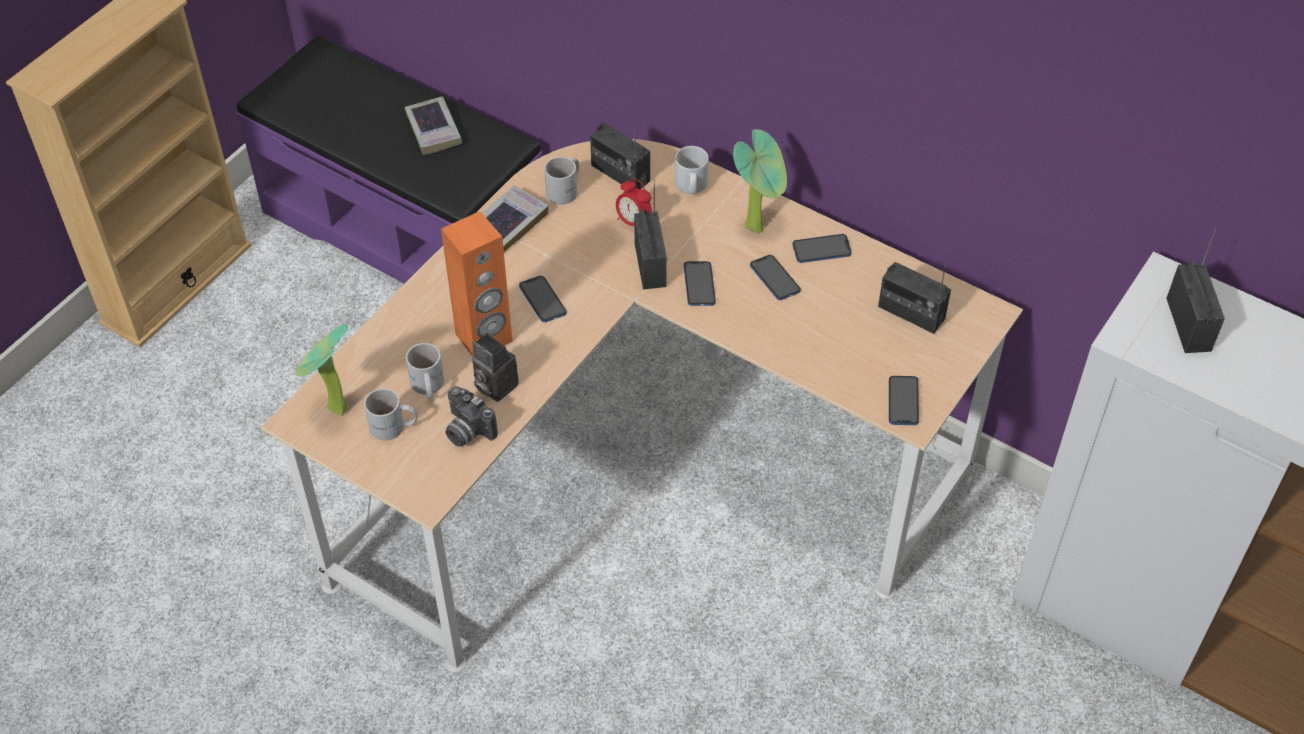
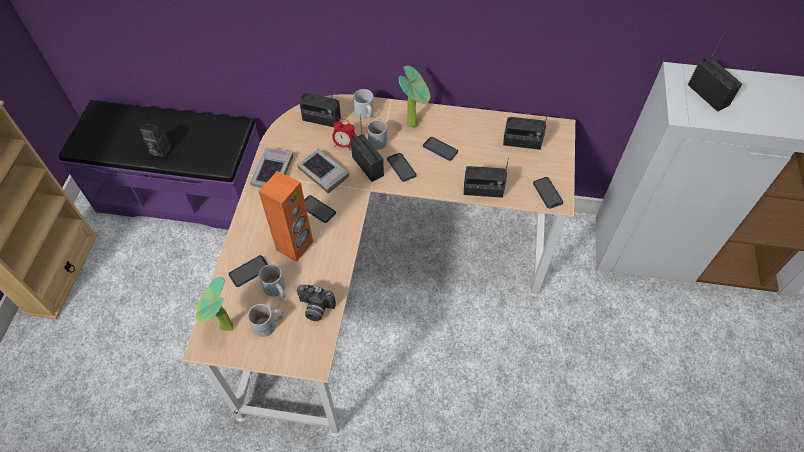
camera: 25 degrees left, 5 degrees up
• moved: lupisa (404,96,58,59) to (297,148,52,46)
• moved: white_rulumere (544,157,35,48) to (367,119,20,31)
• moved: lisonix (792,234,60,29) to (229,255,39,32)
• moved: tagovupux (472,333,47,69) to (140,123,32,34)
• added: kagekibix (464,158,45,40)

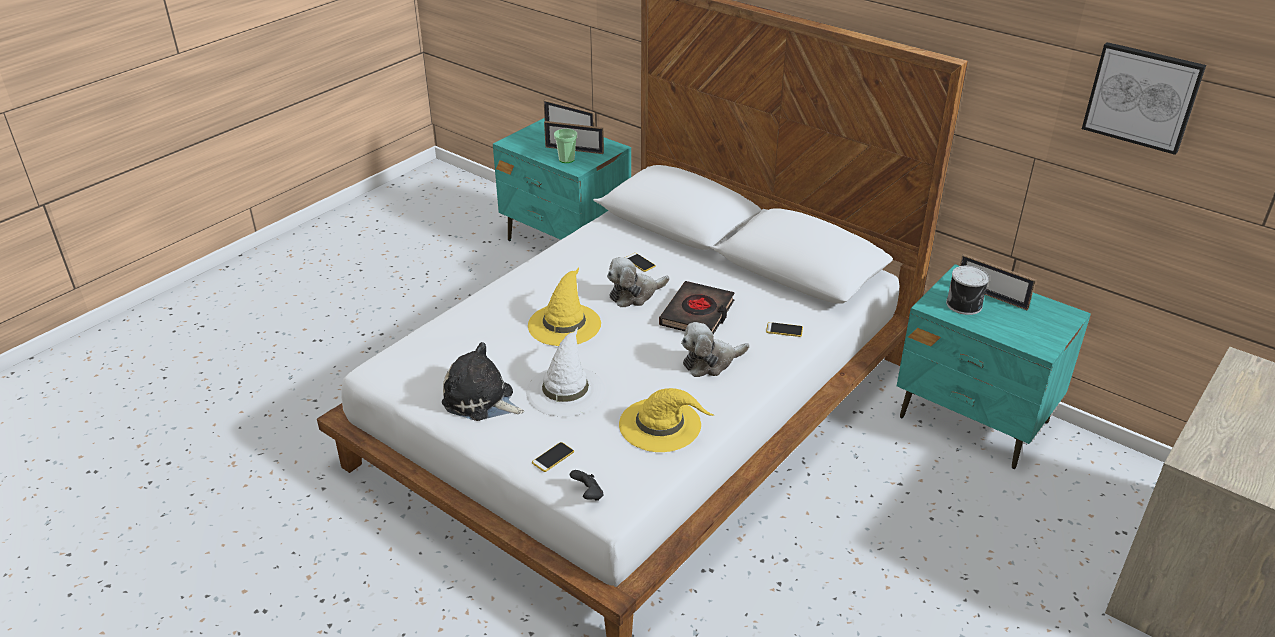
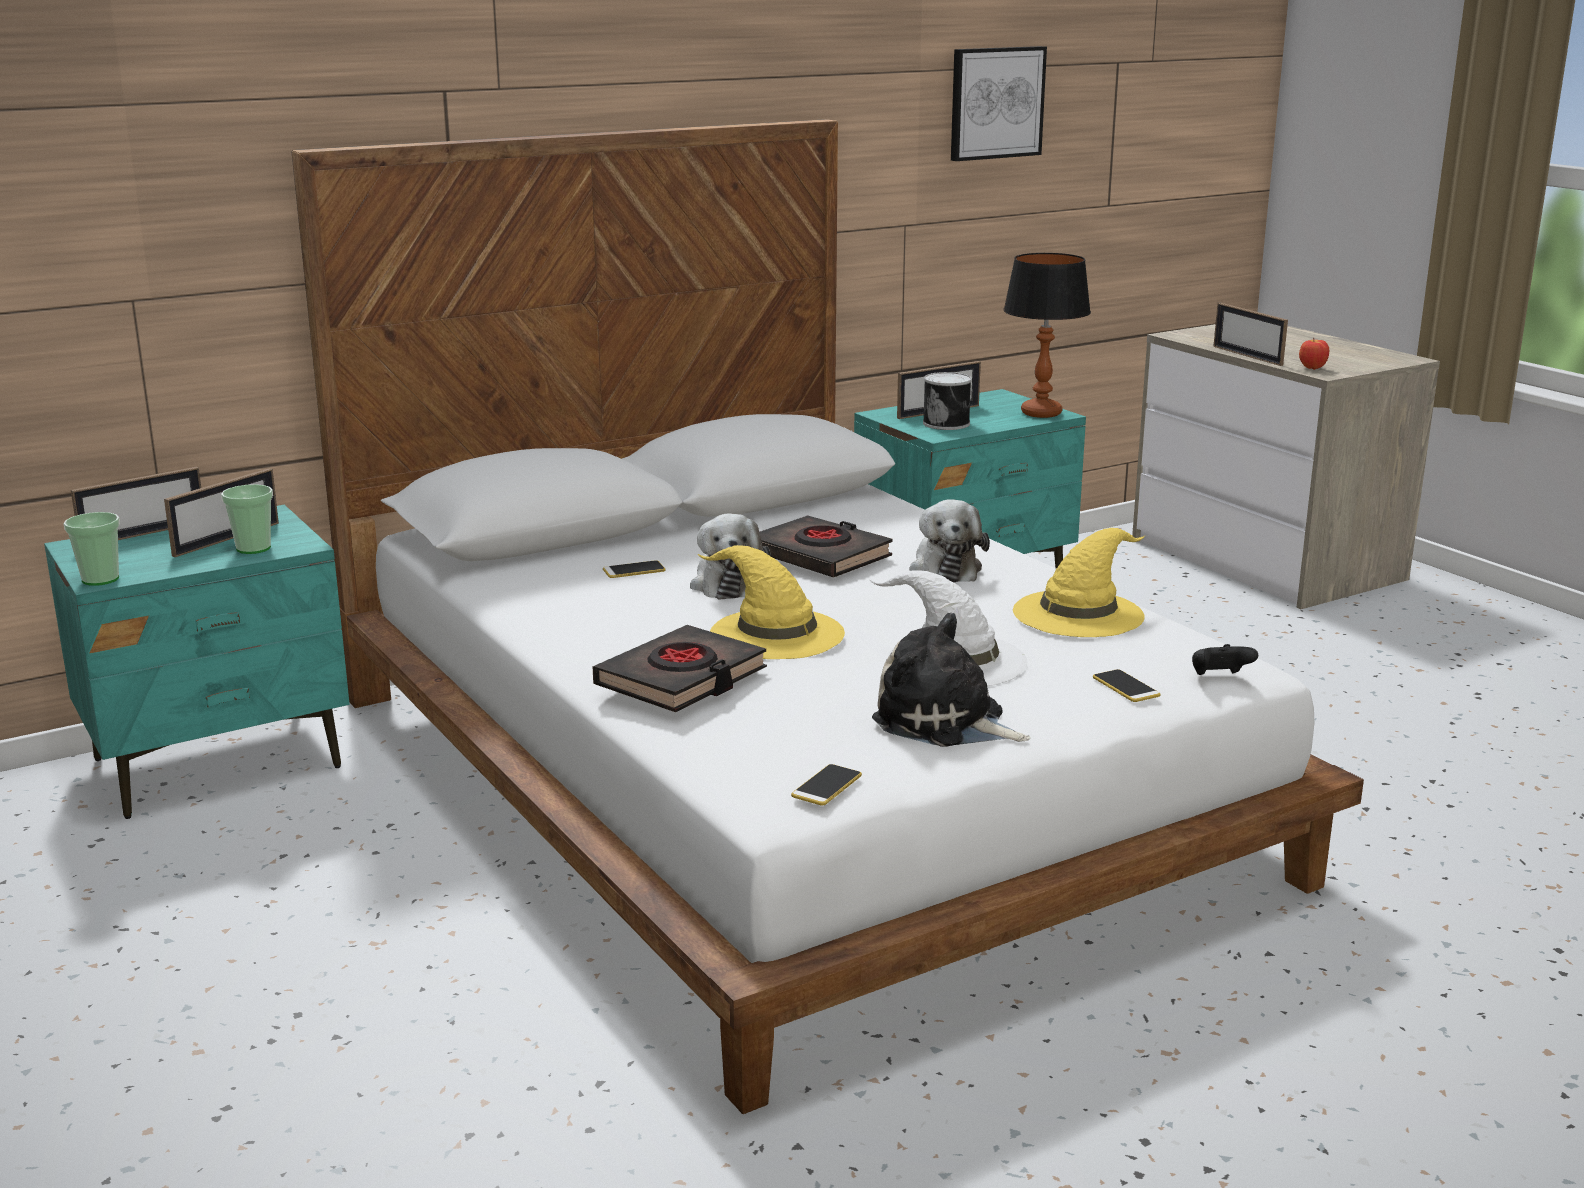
camera: 70 degrees left, 15 degrees down
• moved: lisonix (766,322,37,15) to (791,764,71,41)
• turned: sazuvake (442,342,82,79) = (872,613,159,134) 75 degrees clockwise
• added: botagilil (1003,253,88,165)
• added: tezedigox (1213,303,75,63)
• added: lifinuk (1299,337,30,33)
• added: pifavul (64,512,56,74)
• added: black_lupisa (593,625,174,87)

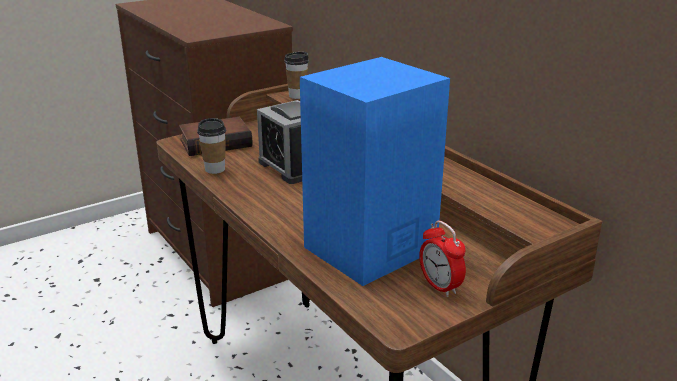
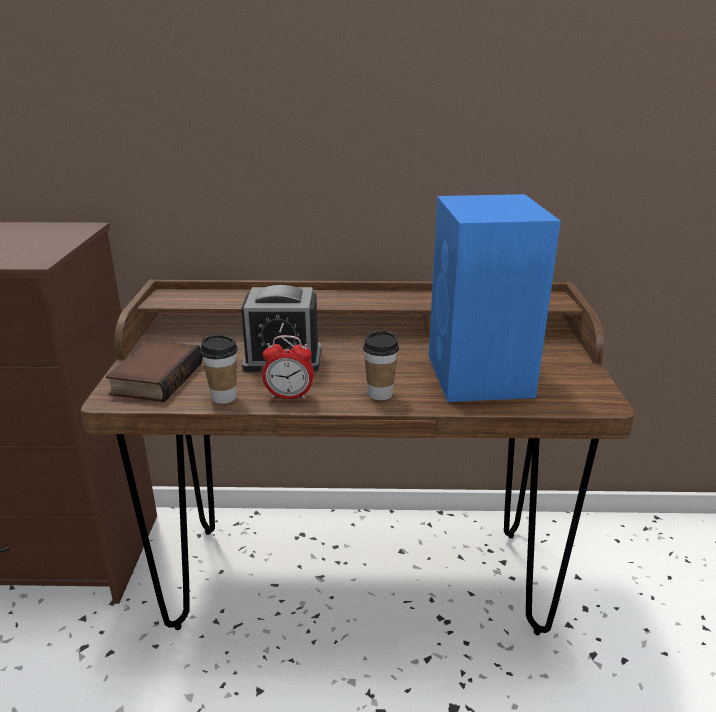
camera: 55 degrees left, 0 degrees up
• moved: pifavul (284,52,25,47) to (363,331,36,69)
• moved: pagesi (419,221,47,76) to (262,335,52,64)

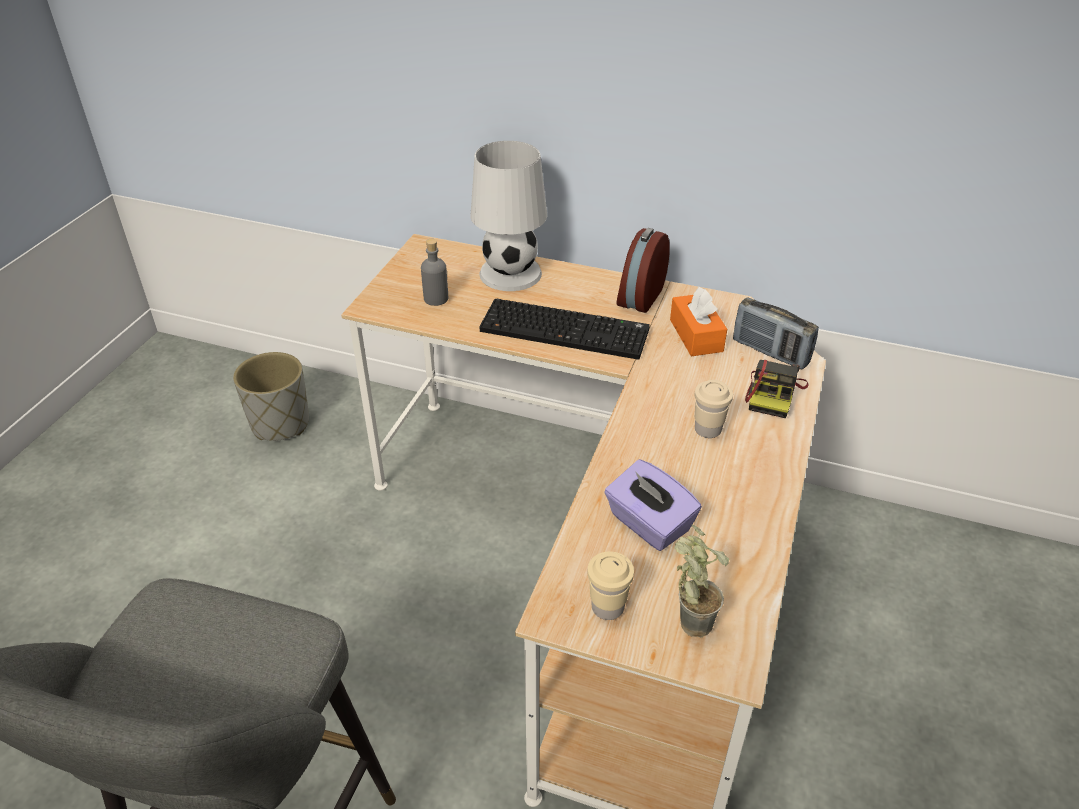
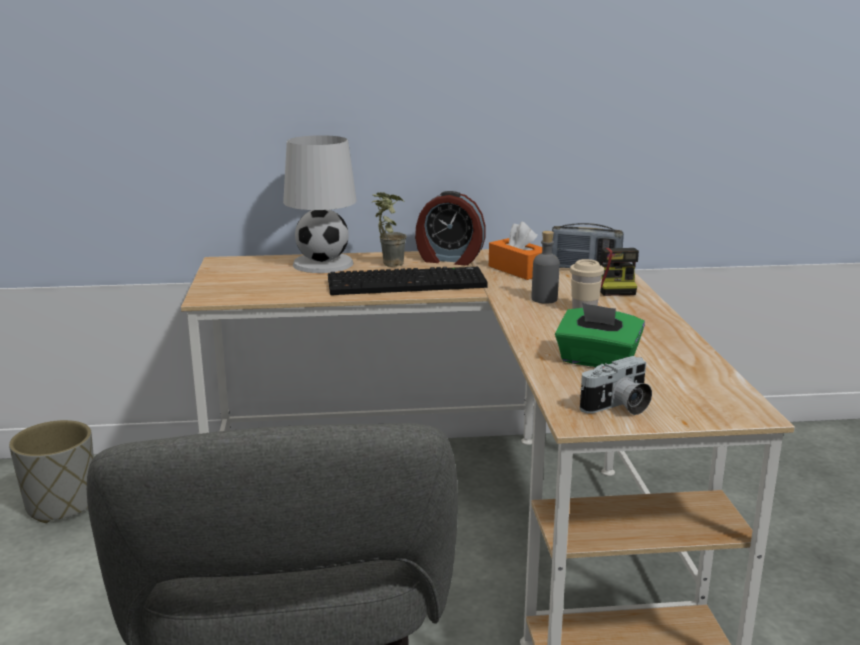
camera: 25 degrees left, 20 degrees down
• turned: pagesi (617,228,53,85) = (415,191,71,74) 75 degrees counterclockwise
• moved: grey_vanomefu (421,239,27,67) to (532,231,28,73)
• recoloured: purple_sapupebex (604,459,98,92) to green_sapupebex (555,303,90,64)
• moved: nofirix (674,525,55,113) to (371,192,36,75)
• replaced: beige_pifavul (587,551,47,69) to tagovupux (580,356,72,59)

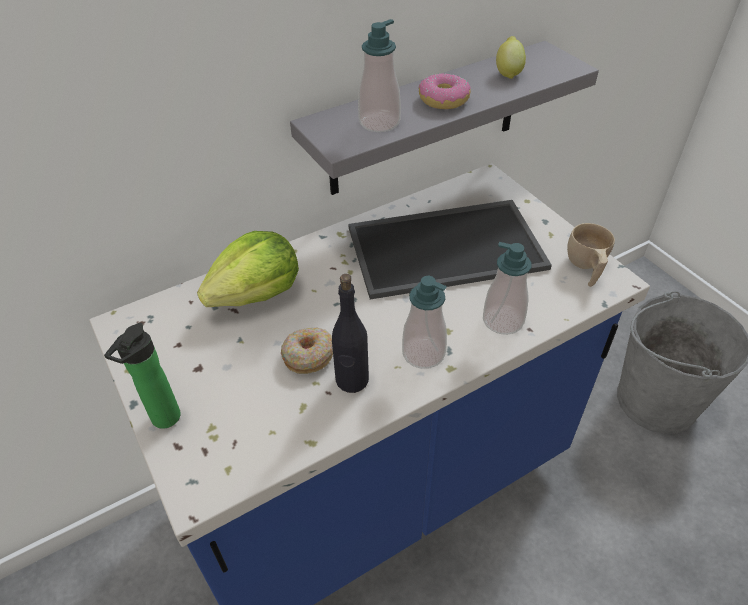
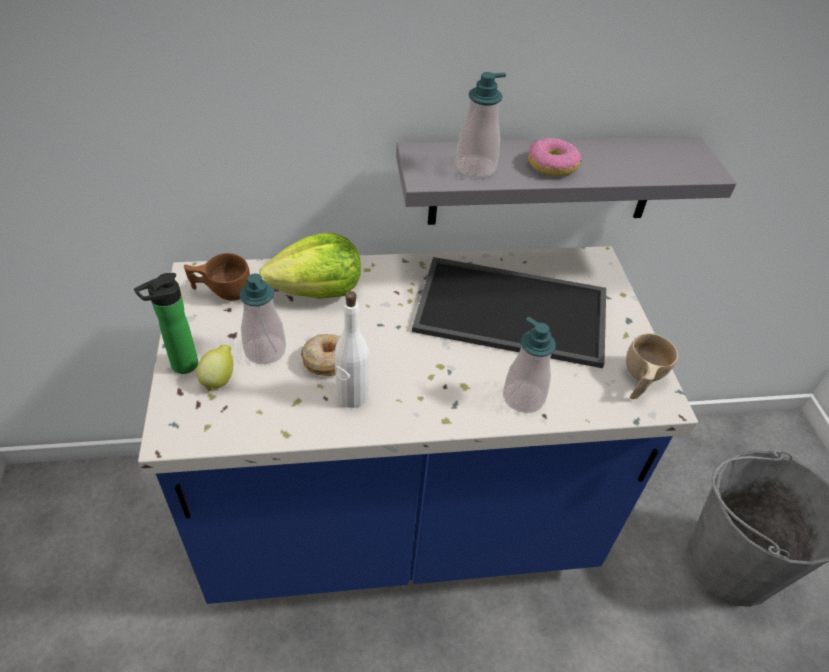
camera: 20 degrees right, 0 degrees up
• moved: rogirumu (496,36,30,43) to (197,345,37,46)
• recoloured: black_vanomefu (332,274,37,119) to white_vanomefu (335,291,34,117)
• moved: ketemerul (402,276,45,93) to (239,274,47,90)
• added: brown_pifavul (184,253,66,48)

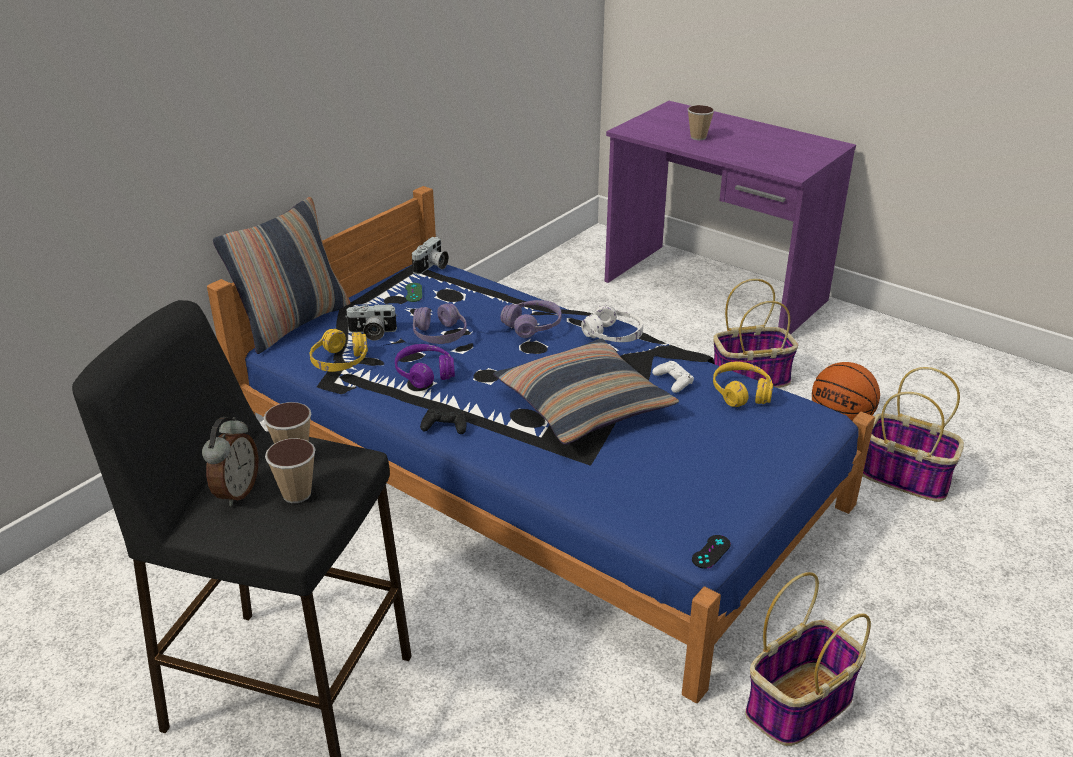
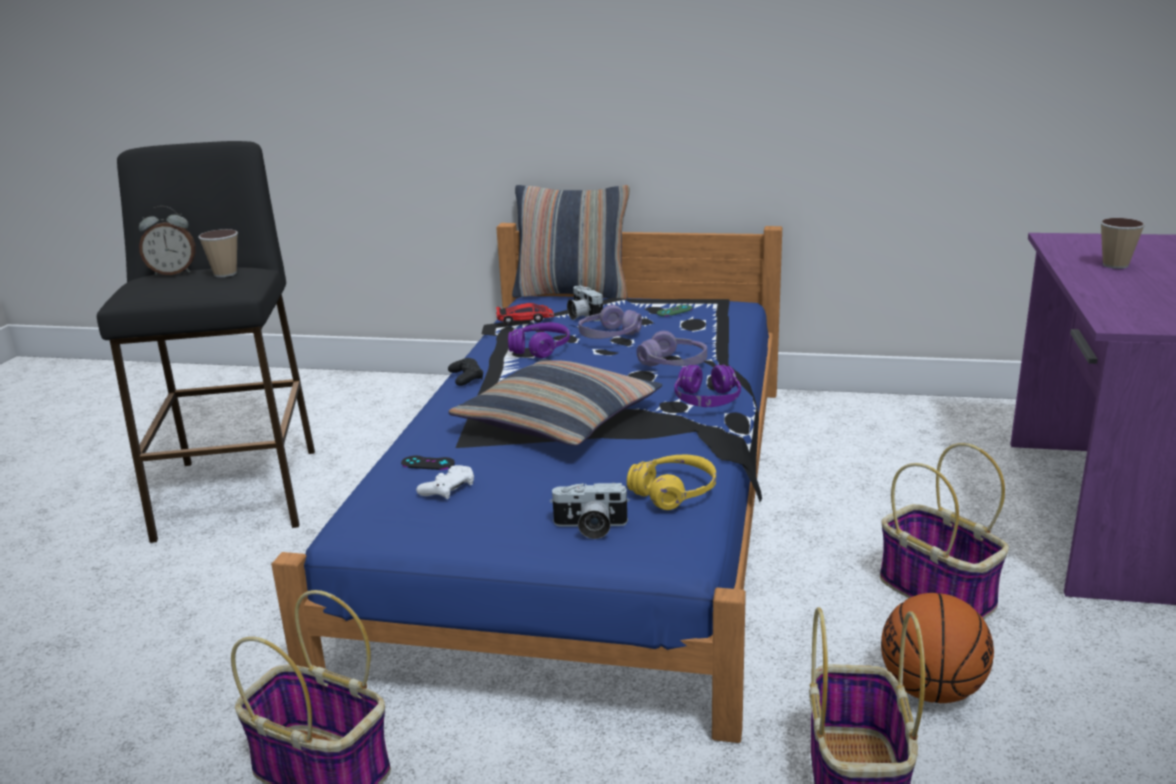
camera: 65 degrees right, 10 degrees down
• moved: tagovupux (412,237,37,37) to (550,483,80,56)
• recoloured: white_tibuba (581,304,62,38) to purple_tibuba (674,365,67,42)
• replaced: yellow_tibuba (309,329,59,43) to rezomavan (496,303,58,22)
• moved: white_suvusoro (652,361,42,32) to (416,465,58,34)
• removed: pifavul (265,438,51,65)
• moved: black_suvusoro (692,535,39,34) to (401,456,54,14)

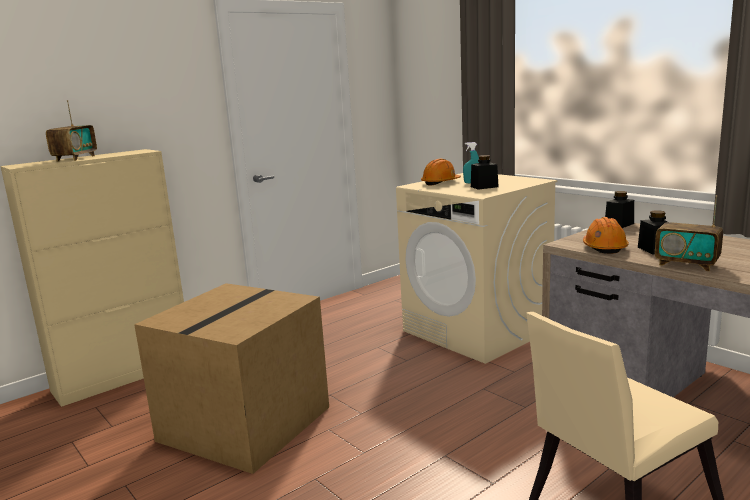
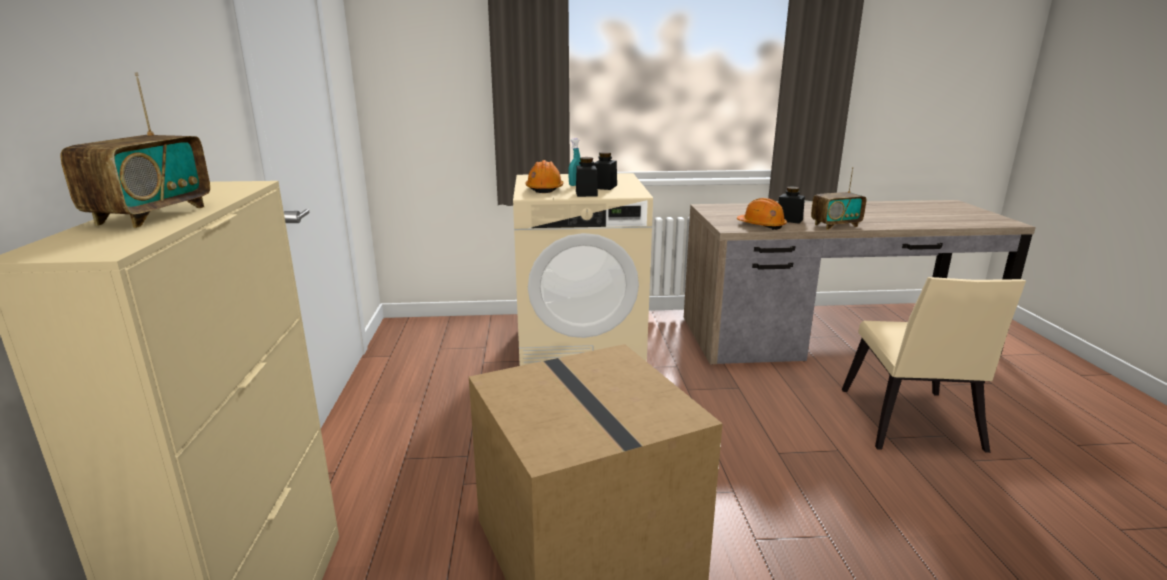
camera: 55 degrees left, 5 degrees up
• turned: kagekibix (46,100,51,62) = (60,73,150,155) 60 degrees clockwise
• moved: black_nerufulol (605,191,29,37) to (576,157,22,40)

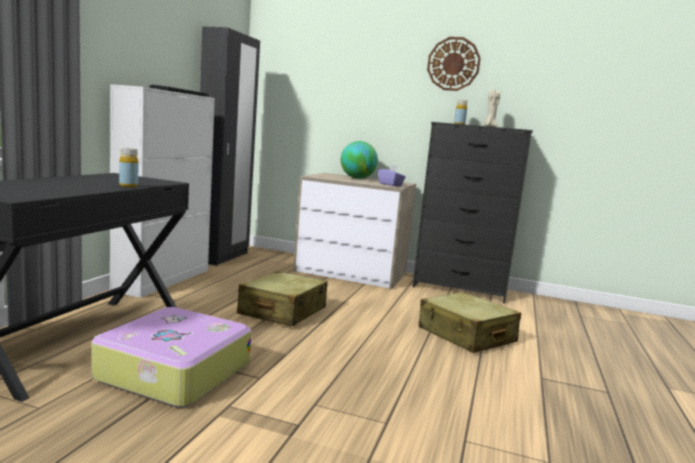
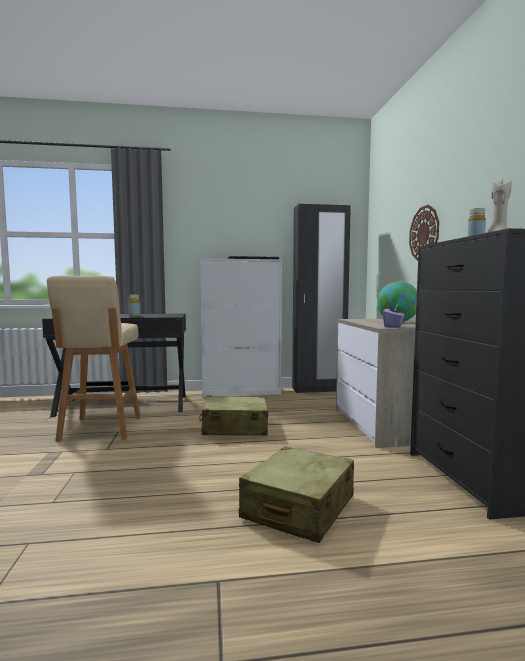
camera: 65 degrees right, 5 degrees down
• moved: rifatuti (427,37,54,54) to (409,205,30,56)
• replaced: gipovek (91,307,160,101) to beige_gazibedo (47,276,94,166)

